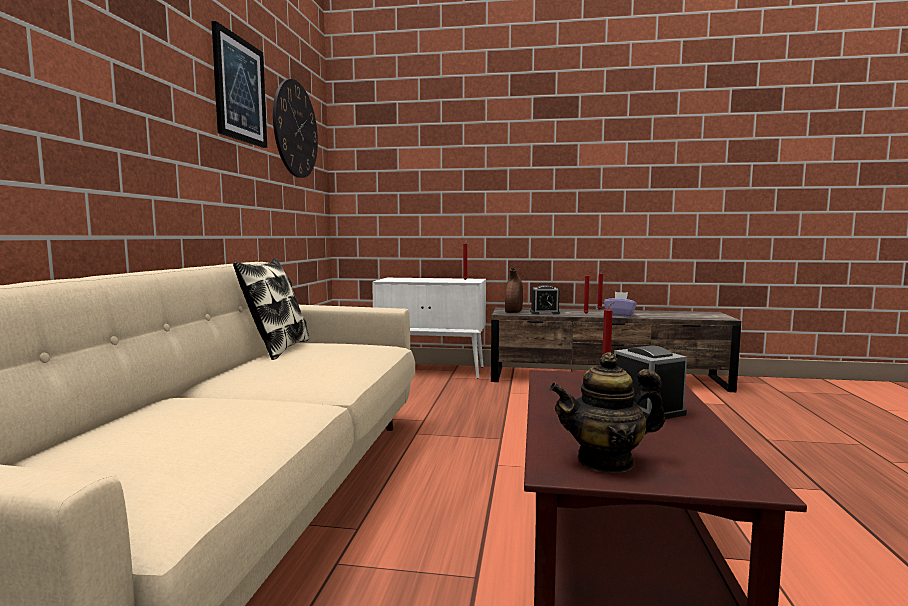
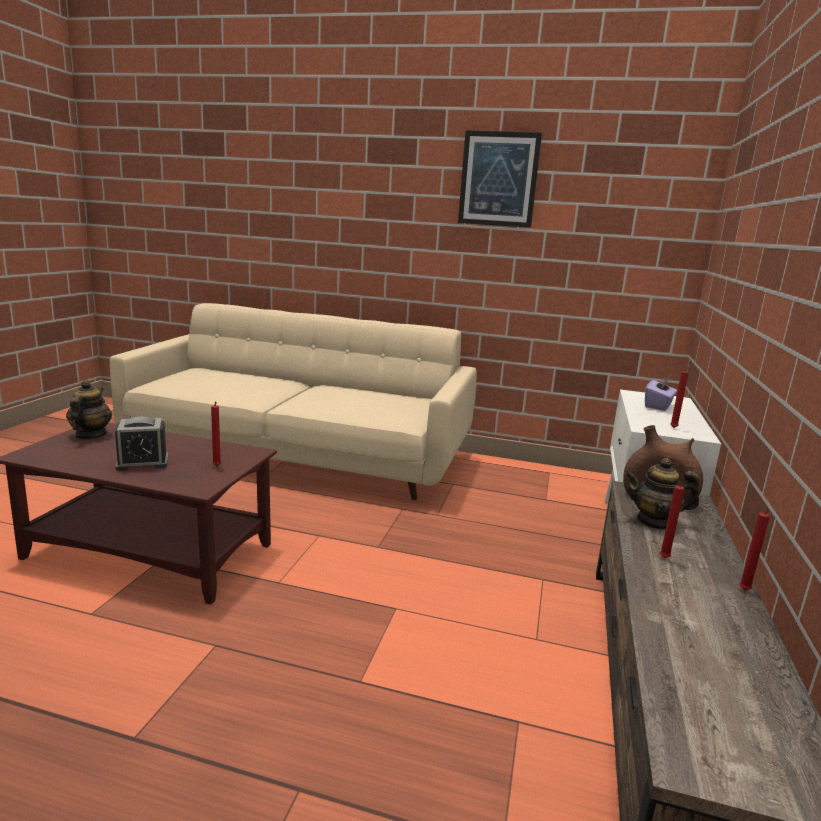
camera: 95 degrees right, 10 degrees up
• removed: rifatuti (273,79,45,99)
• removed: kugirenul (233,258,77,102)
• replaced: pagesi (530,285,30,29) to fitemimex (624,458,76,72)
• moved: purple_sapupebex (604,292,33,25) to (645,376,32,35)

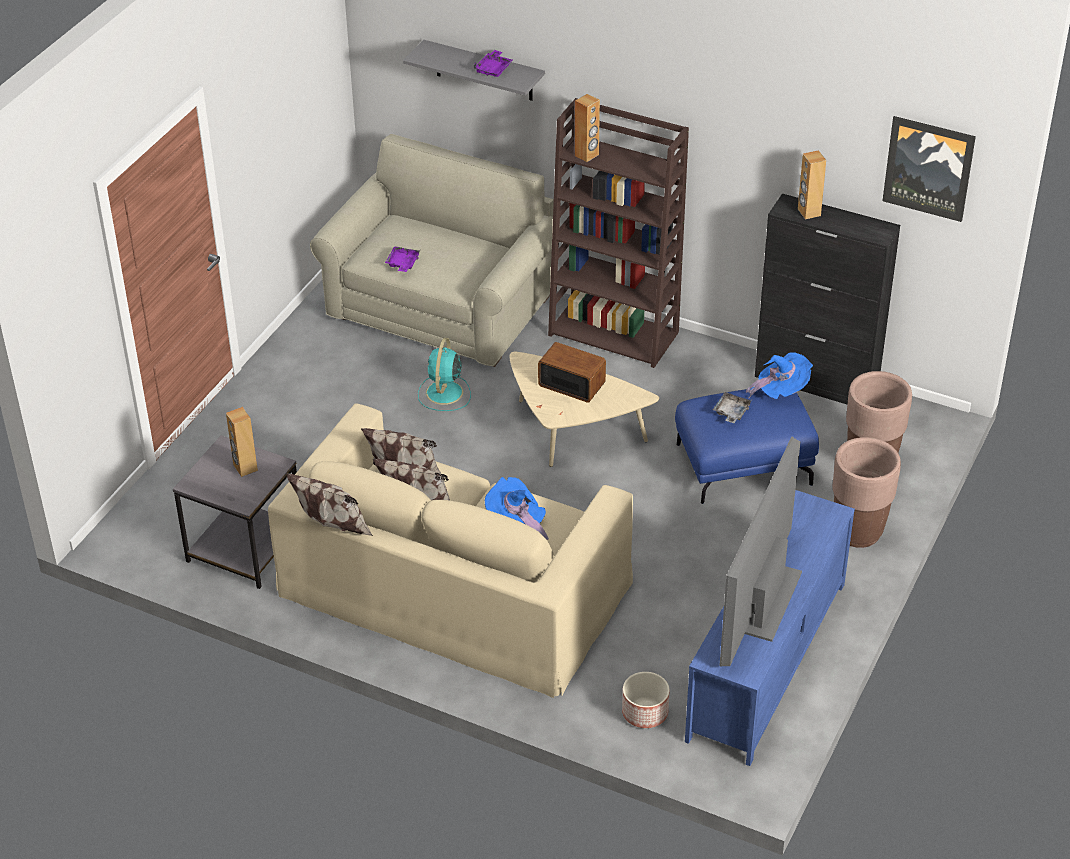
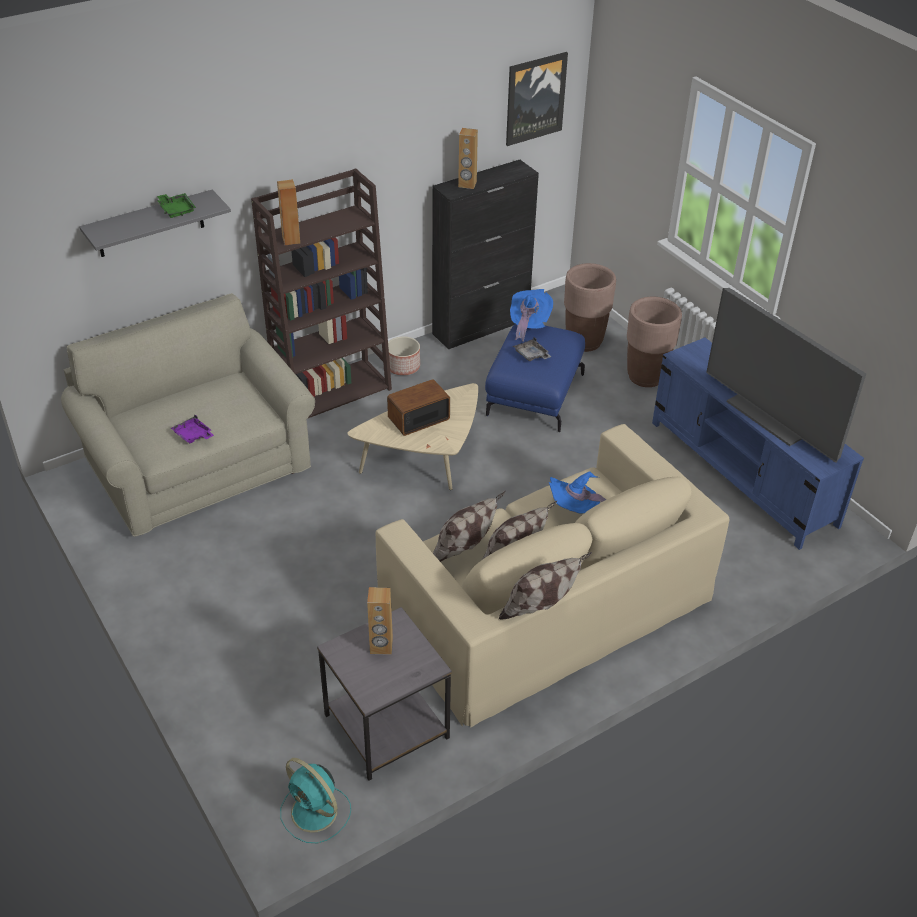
camera: 60 degrees left, 0 degrees up
• recoloured: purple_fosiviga (473,50,40,27) to green_fosiviga (157,193,39,25)
• moved: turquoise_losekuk (418,338,53,73) to (280,758,71,86)
• moved: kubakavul (622,672,48,56) to (388,336,32,39)

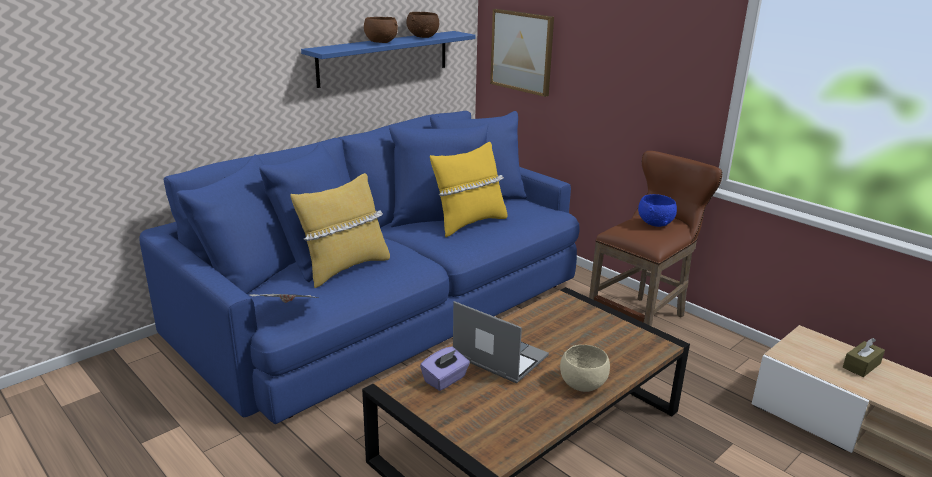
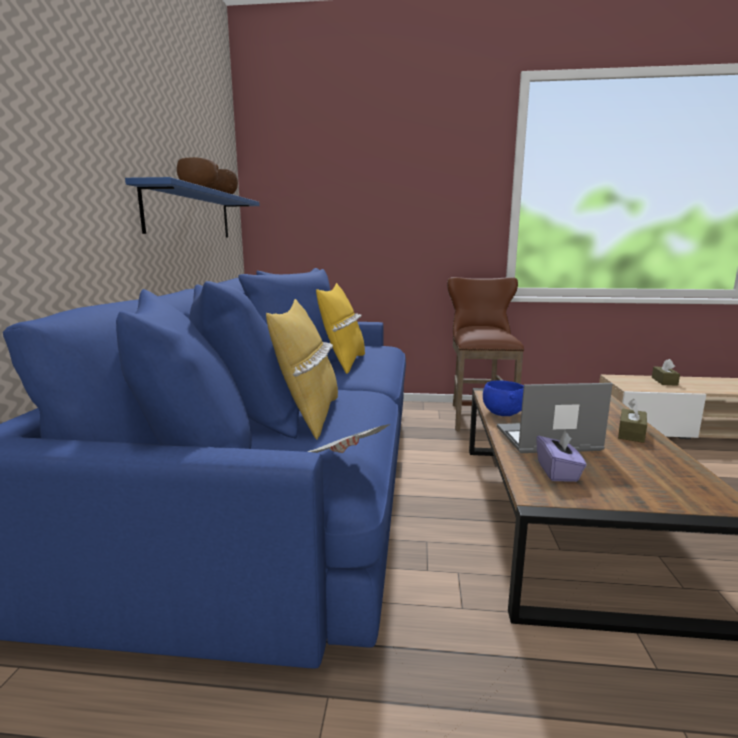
camera: 40 degrees left, 10 degrees down
• removed: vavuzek (490,9,64,88)
• moved: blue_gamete (638,194,39,33) to (483,380,41,36)
• replaced: beige_gamete (560,345,50,47) to brown_sapupebex (618,399,29,44)

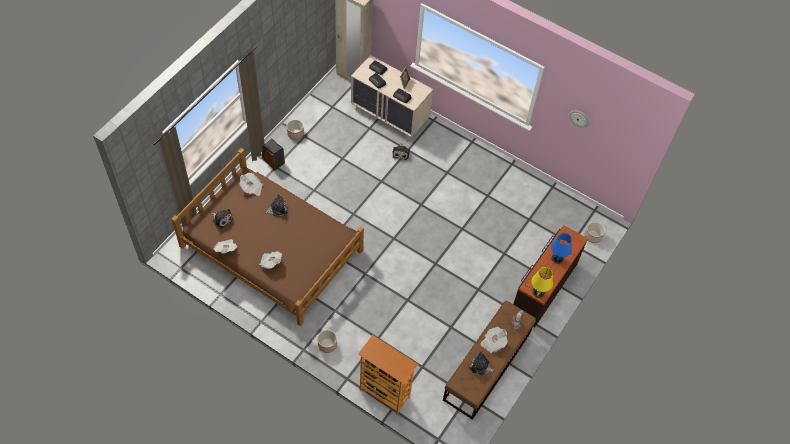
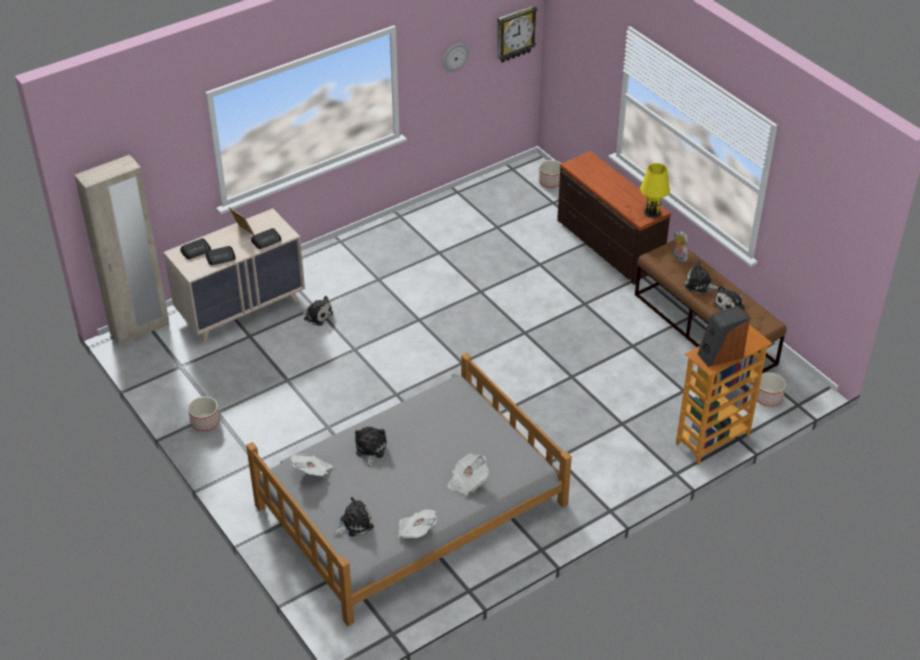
camera: 65 degrees left, 15 degrees down
• moved: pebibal (262,139,23,32) to (698,306,51,61)
• recoloured: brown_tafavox (172,148,192,178) to grey_tafavox (246,353,326,273)
• removed: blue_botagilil (551,233,21,31)
• replaced: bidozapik (480,327,28,26) to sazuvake (684,260,35,33)
• moved: kubakavul (318,330,19,23) to (757,372,29,35)
• added: rifatuti (497,5,41,58)

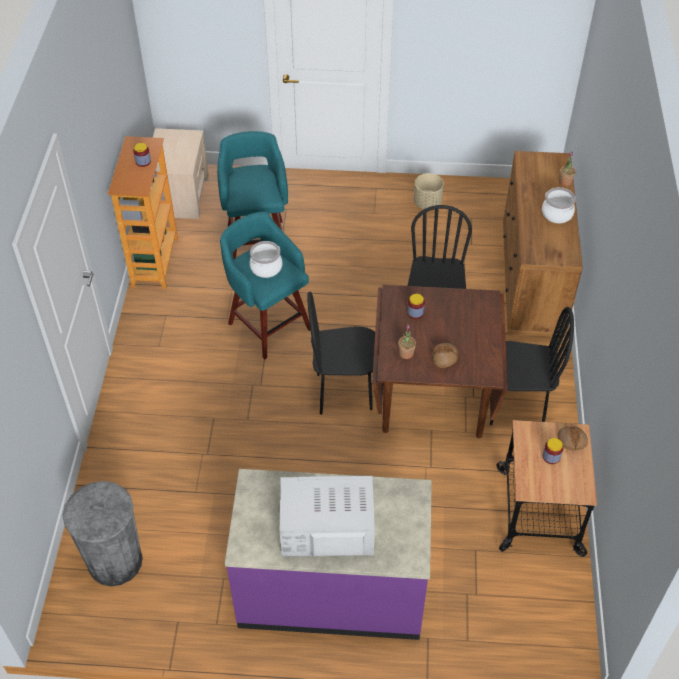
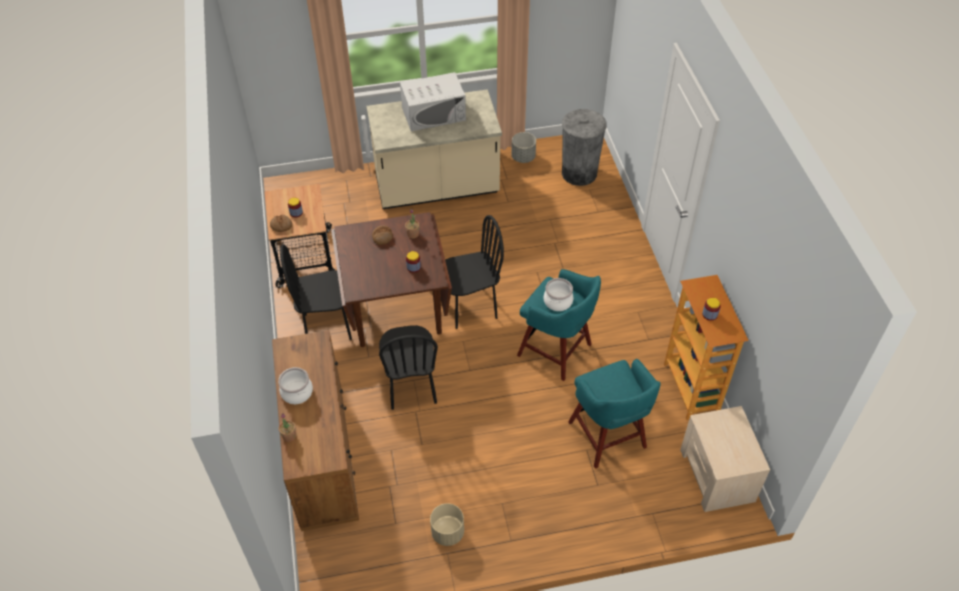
camera: 165 degrees right, 0 degrees up
• recoloured: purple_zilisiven (225,469,207,171) to beige_zilisiven (366,89,136,120)
• added: grey_kubakavul (511,132,25,31)

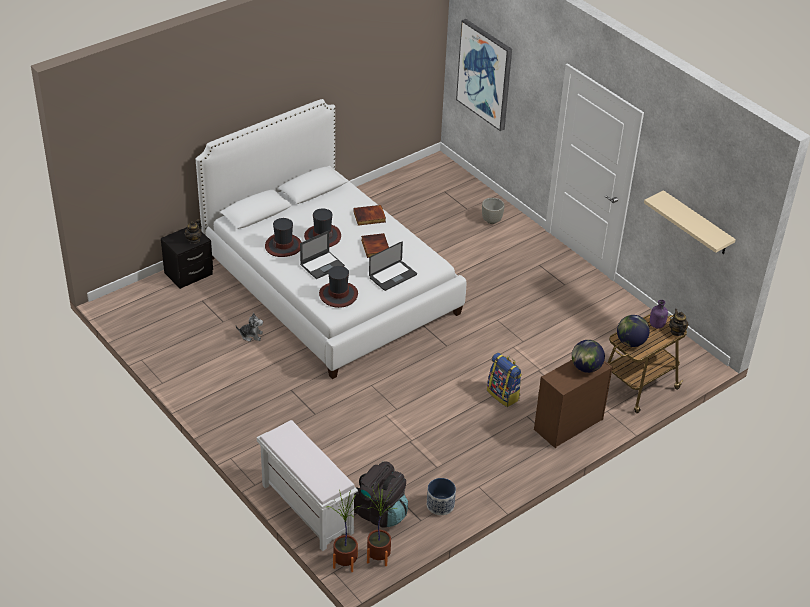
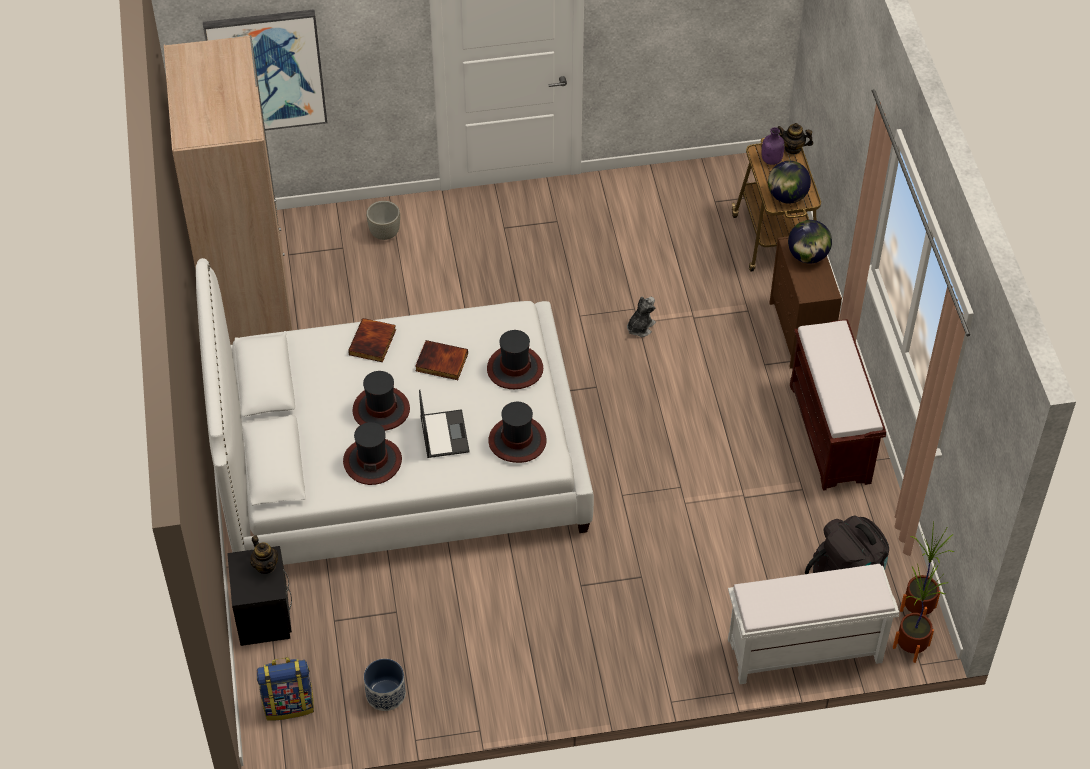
camera: 60 degrees left, 10 degrees up
• removed: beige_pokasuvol (644,190,92,64)
• replaced: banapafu (369,241,48,50) to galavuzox (487,330,56,59)
• moved: sazuvake (236,313,27,29) to (627,297,29,40)
• moved: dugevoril (487,353,35,54) to (257,657,57,64)
• moved: kubakavul (427,478,29,37) to (364,659,42,52)
• added: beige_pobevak (164,35,128,310)
• added: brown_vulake (790,319,96,172)

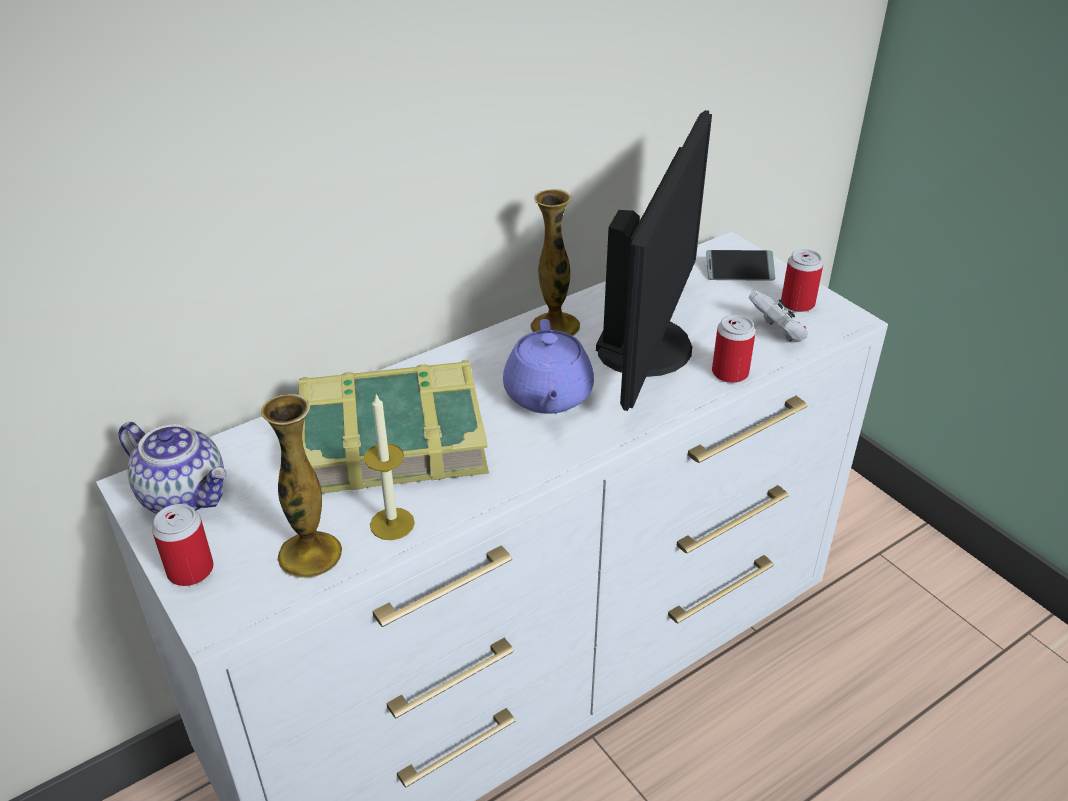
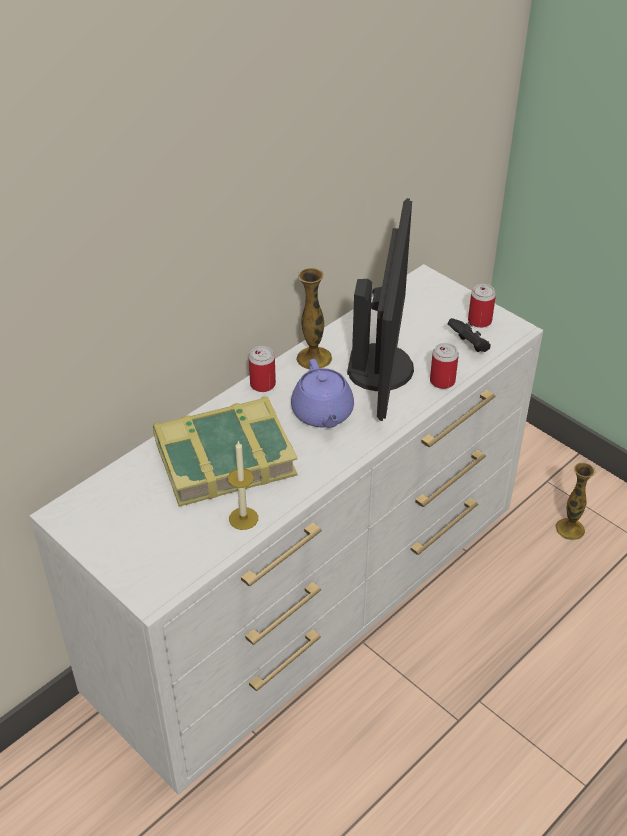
camera: 10 degrees left, 5 degrees up
• removed: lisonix (706,250,69,31)
• recoloured: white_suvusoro (749,290,59,52) to black_suvusoro (447,318,44,34)
• moved: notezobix (261,394,81,184) to (555,462,41,78)
• removed: fitemimex (118,422,109,92)
• moved: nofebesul (152,504,62,82) to (249,346,27,46)

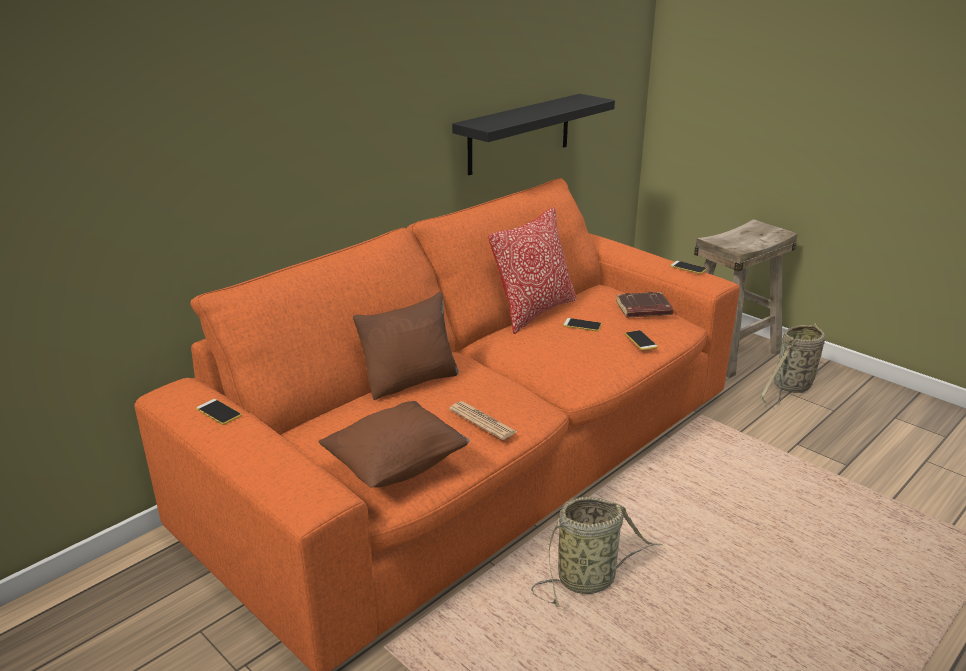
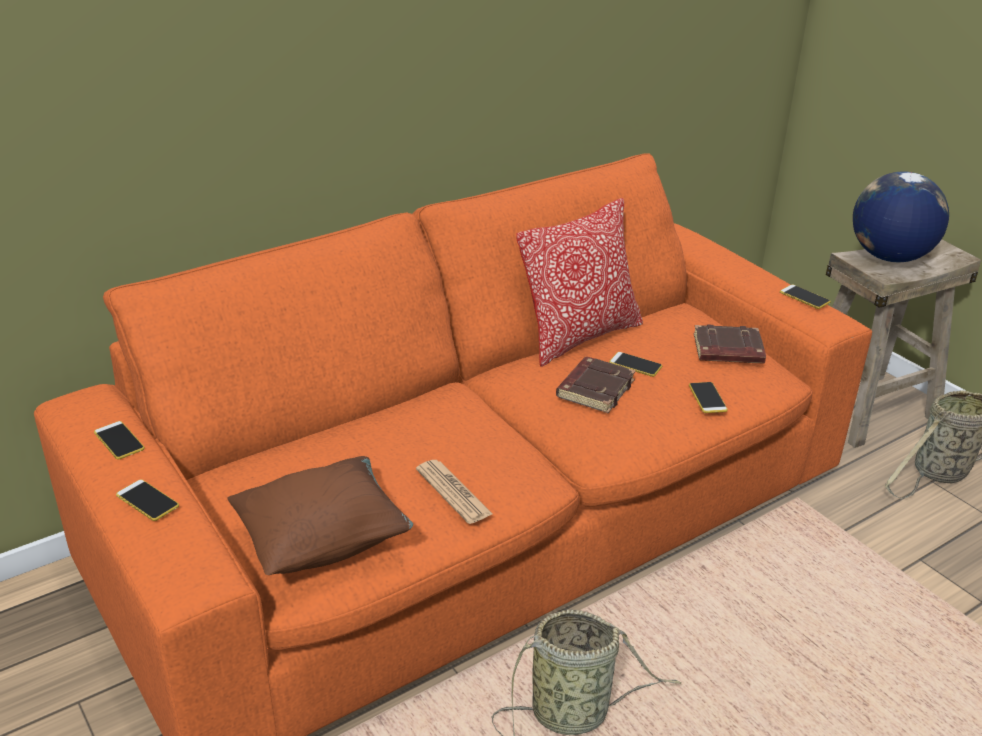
camera: 10 degrees right, 5 degrees up
• removed: black_pokasuvol (452,94,163,81)
• removed: brown_kugirenul (353,292,106,108)
• added: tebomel (853,171,96,91)
• added: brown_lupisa (556,357,80,56)
• added: lisonix (116,479,63,42)

